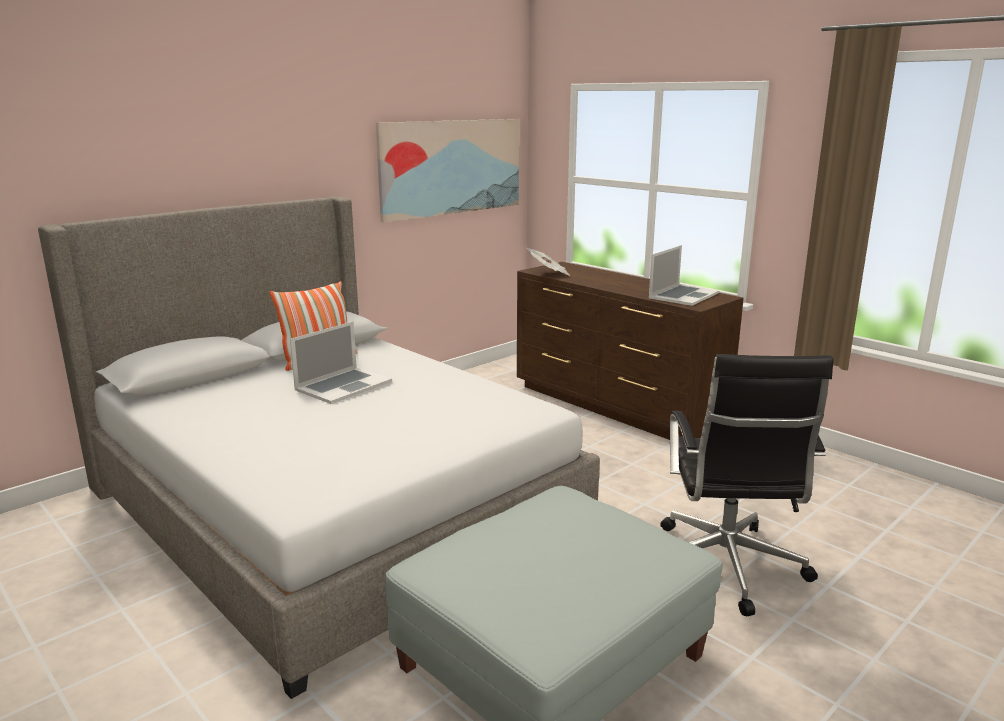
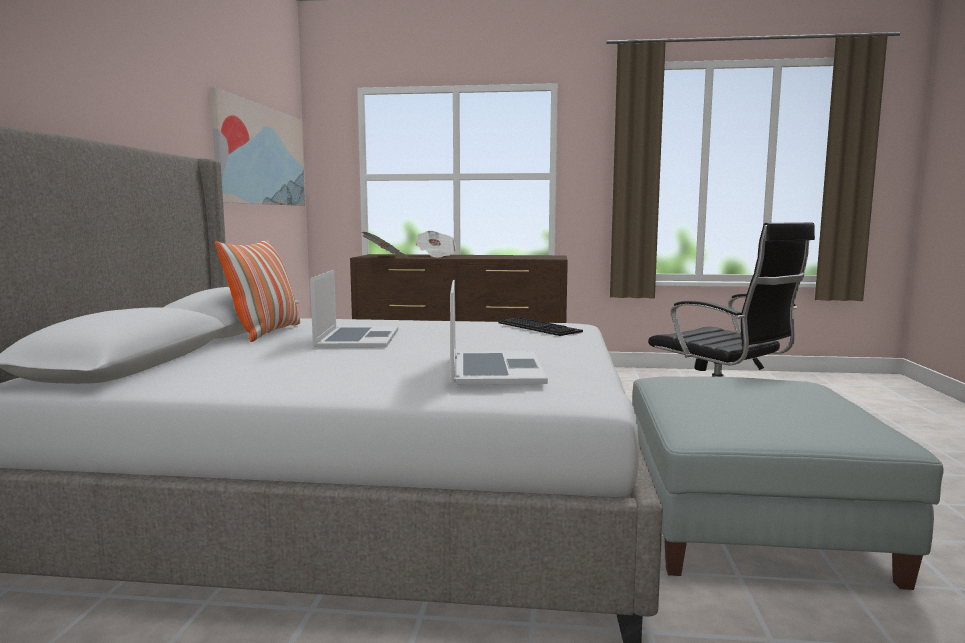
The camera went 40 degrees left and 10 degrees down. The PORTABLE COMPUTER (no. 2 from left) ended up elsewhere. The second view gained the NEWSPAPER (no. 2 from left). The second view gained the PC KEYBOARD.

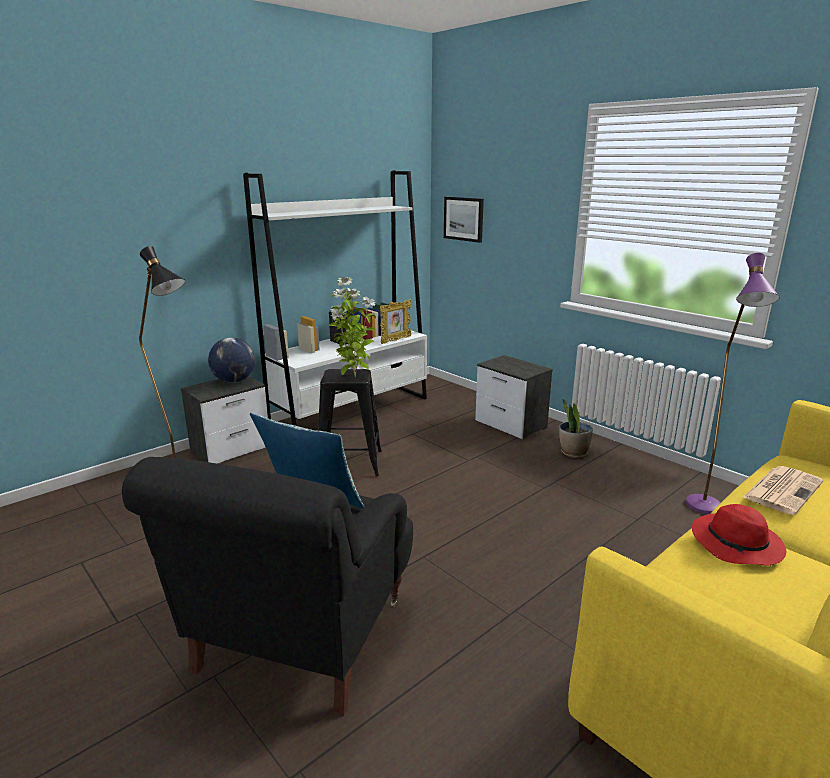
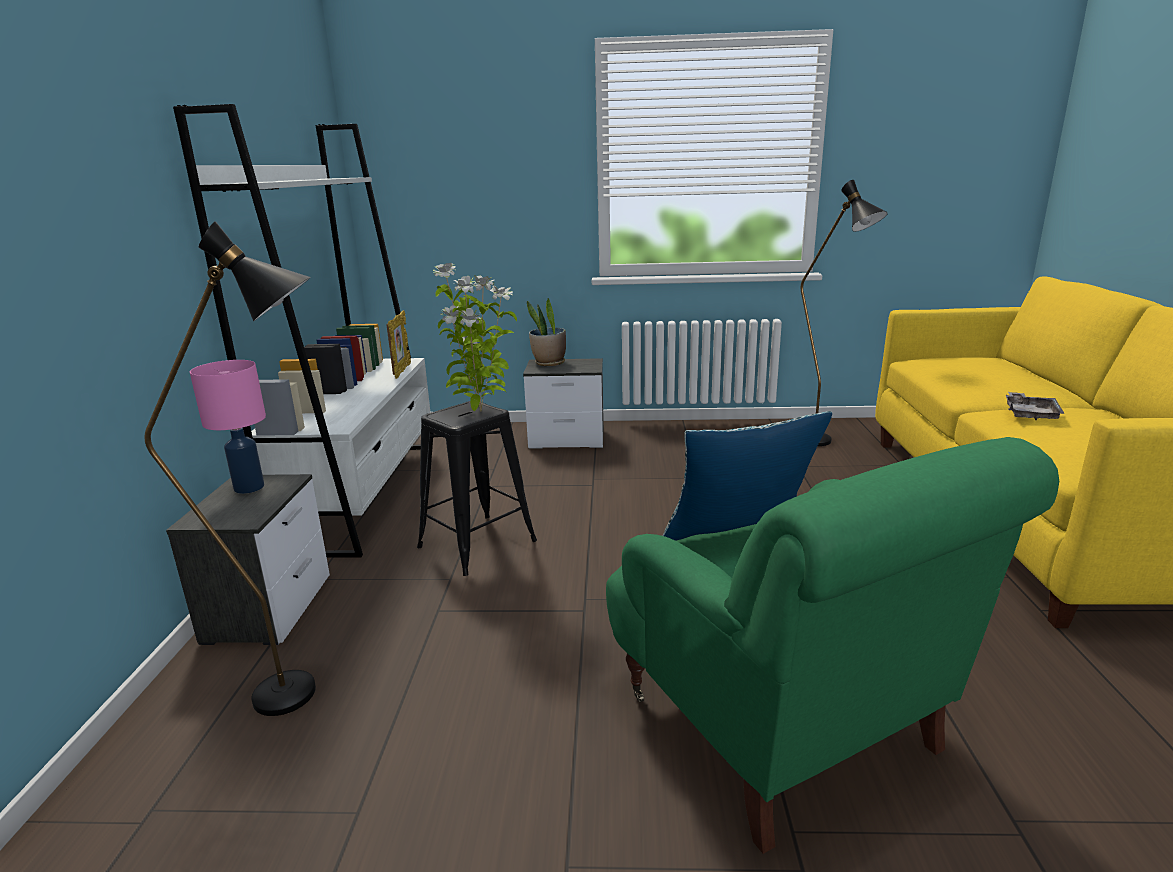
The camera went 45 degrees left and 0 degrees up. The second view lost the WALL PICTURE. What was the PURPLISH STANDARD LAMP turned into the BLACK STANDARD LAMP (no. 2 from left). Where the WORLD GLOBE stood, the PINK-COLOURED TABLE LAMP came to stand. The PLANT IN A POT (no. 2 from left) ended up elsewhere. What was the BLACK EASY CHAIR turned into the GREENISH EASY CHAIR. The second view lost the NEWSPAPER. Where the RED HAT stood, the GRAY CARRYING TRAY came to stand.

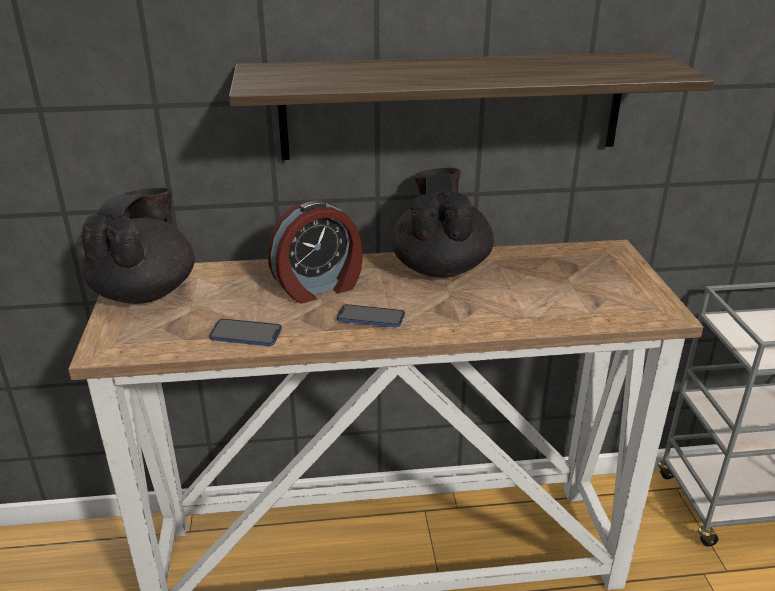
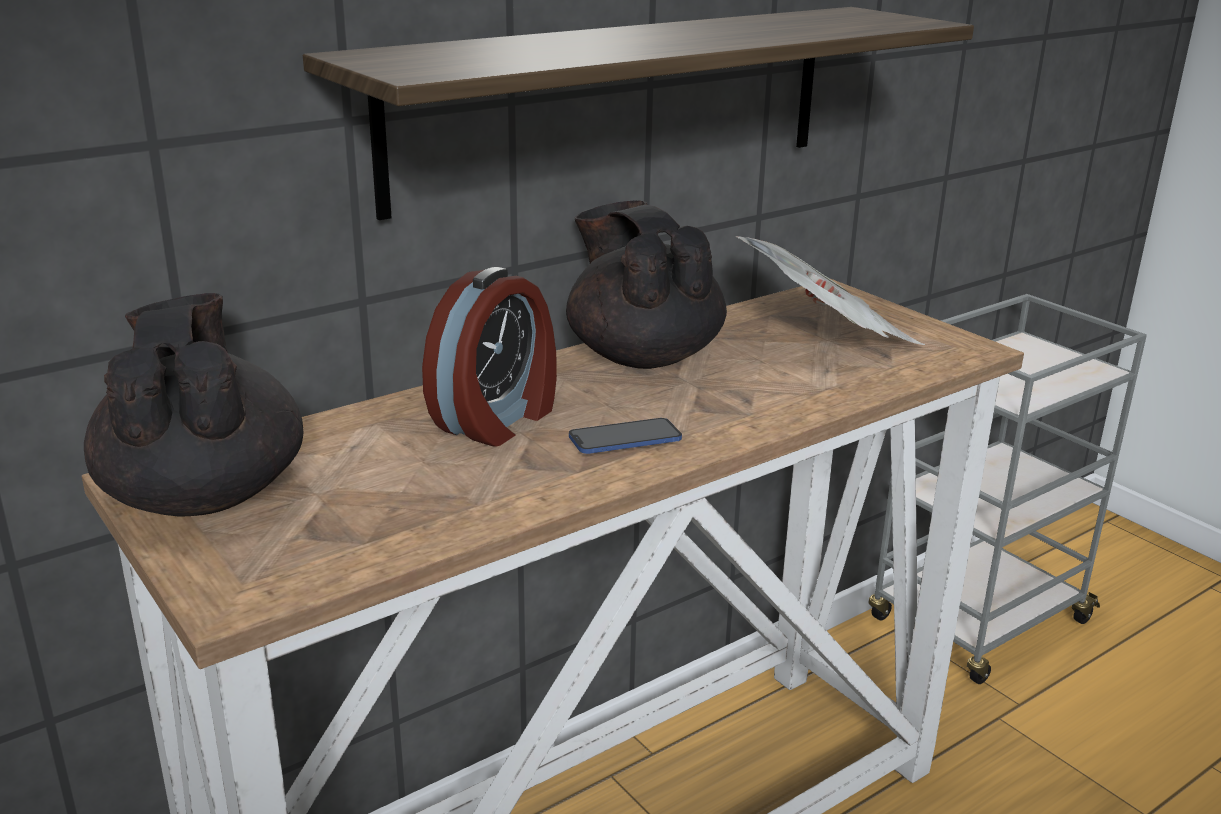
The camera went 30 degrees left and 5 degrees down. The second view lost the PHONE (no. 1 from left). The second view gained the NEWSPAPER.

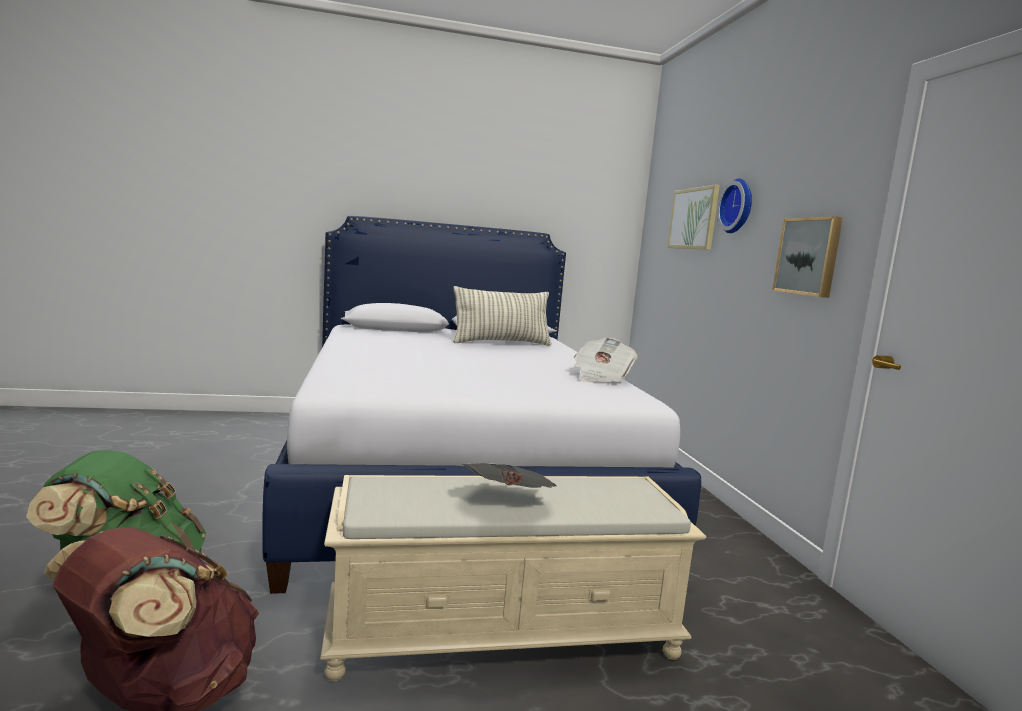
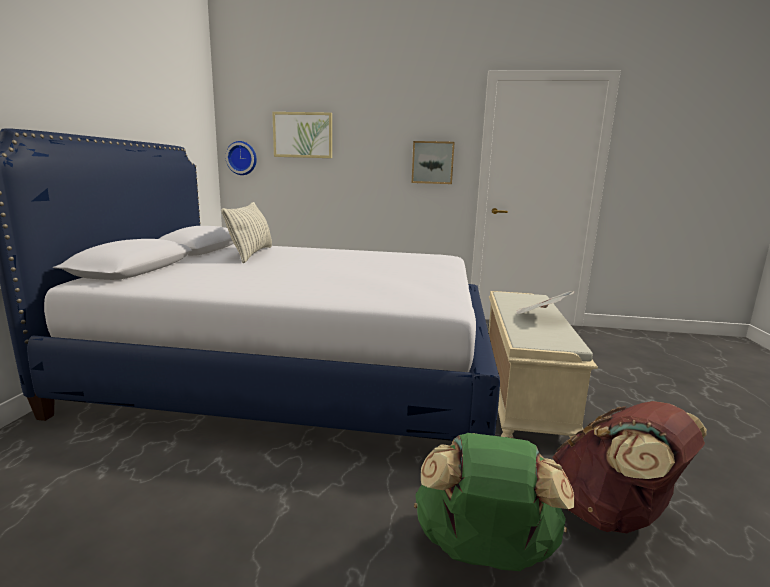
The camera went 70 degrees left and 5 degrees up. The CLOCK ON THE WALL ended up elsewhere. The second view lost the NEWSPAPER (no. 2 from left).

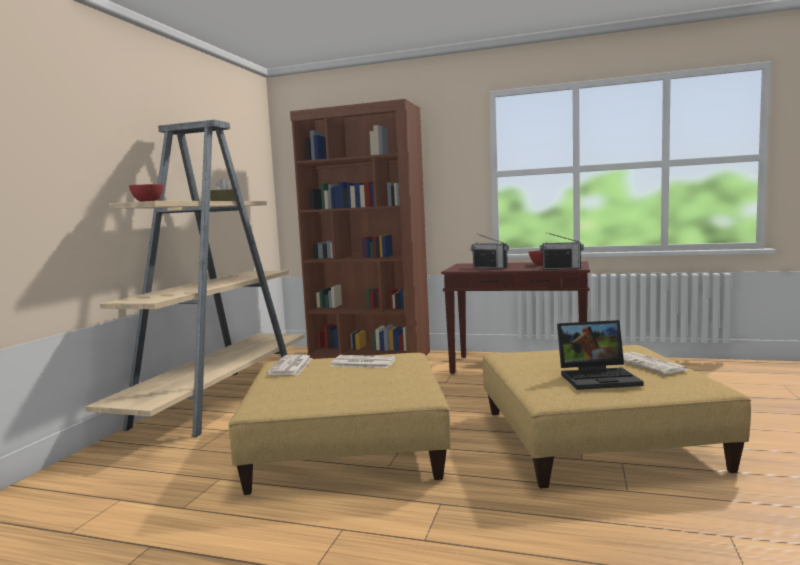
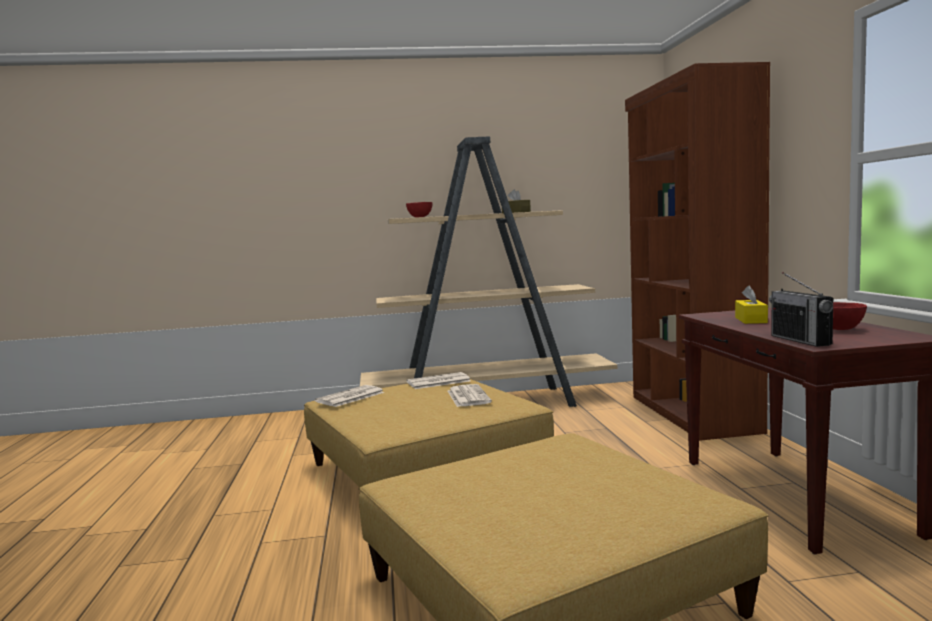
The camera went 65 degrees right and 0 degrees up. Where the RADIO RECEIVER (no. 1 from left) stood, the YELLOWISH TISSUE HOLDER came to stand. The second view lost the PORTABLE COMPUTER. The NEWSPAPER (no. 3 from left in the first image) ended up elsewhere.

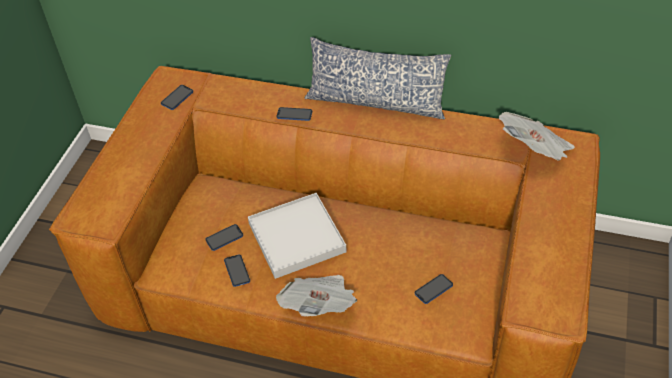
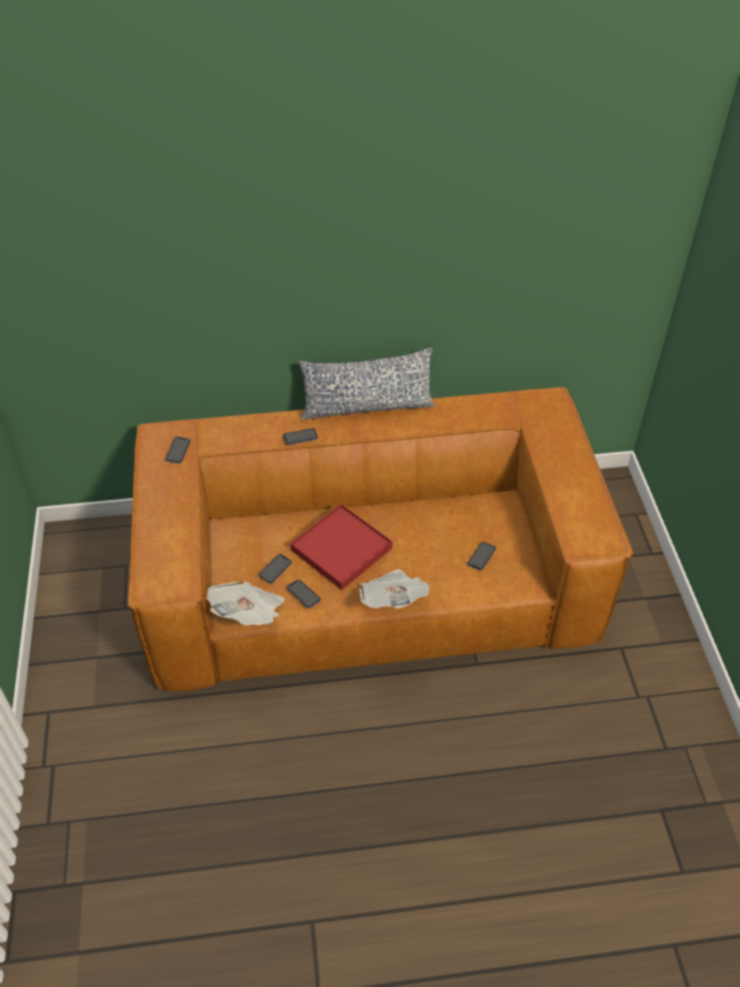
The camera went 25 degrees left and 0 degrees up. The NEWSPAPER (no. 2 from left in the first image) ended up elsewhere. What was the WHITISH CARRYING TRAY turned into the RED CARRYING TRAY.

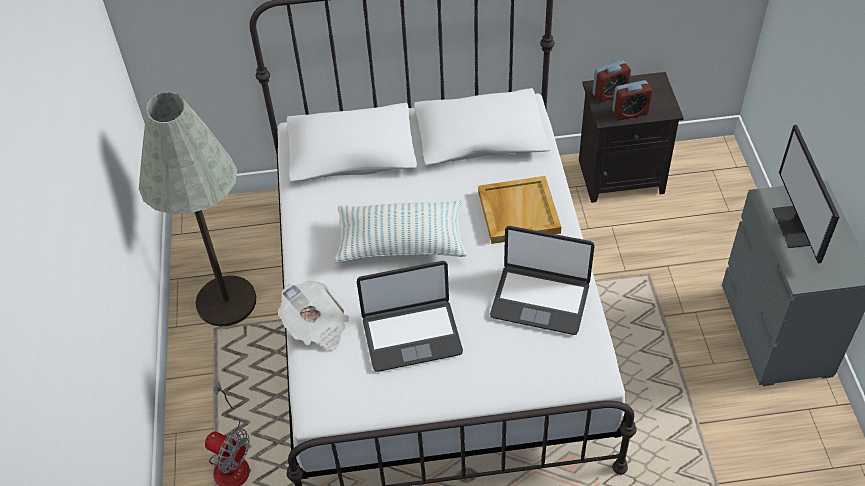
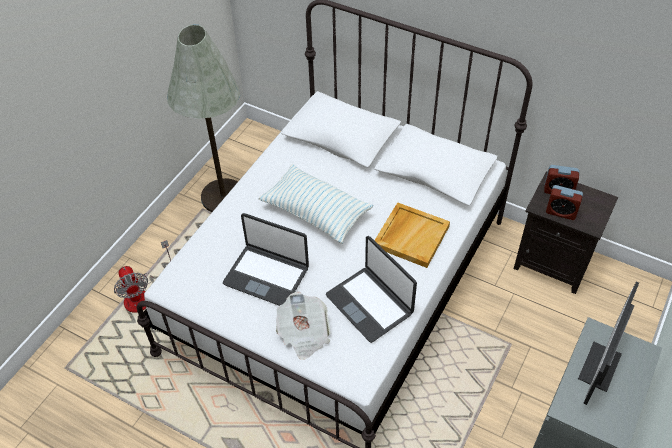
The camera went 35 degrees right and 0 degrees up. The NEWSPAPER ended up elsewhere.

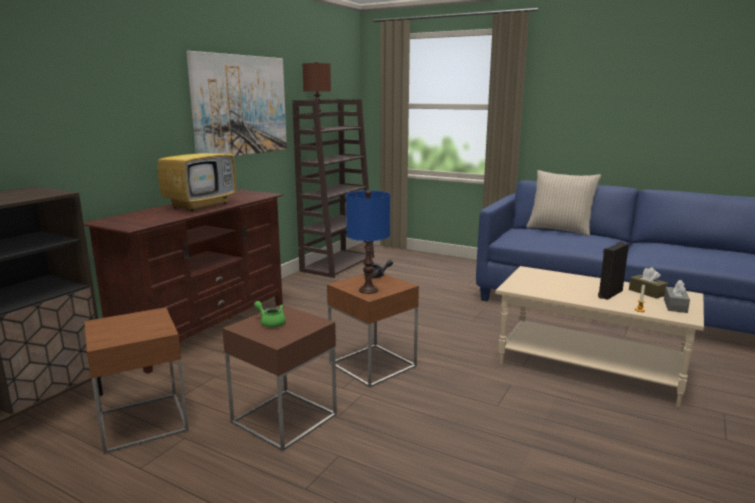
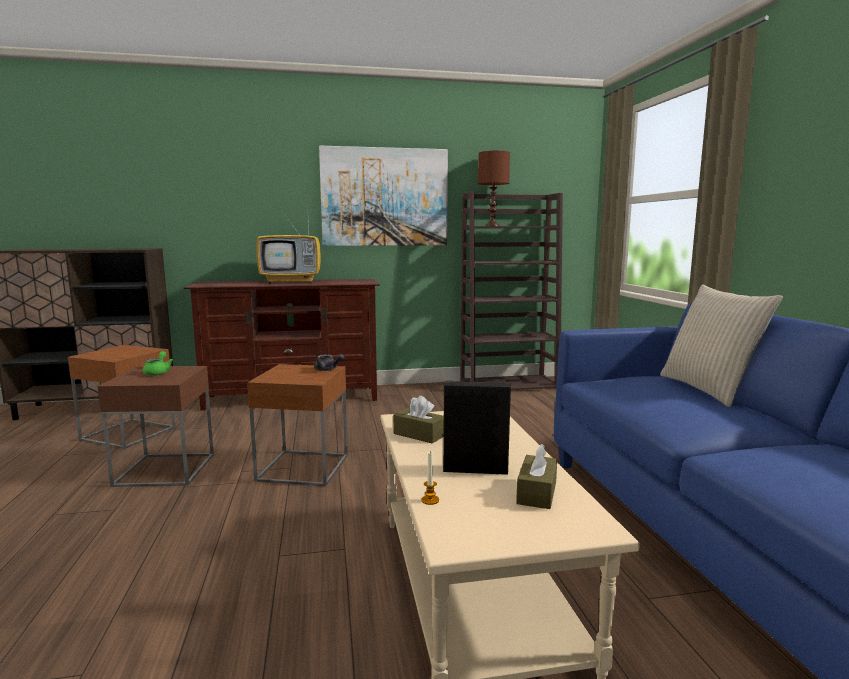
The camera went 50 degrees right and 5 degrees down. The second view lost the BLUE-COLOURED TABLE LAMP. The second view lost the GRAY TISSUE HOLDER. The second view gained the BROWN-COLOURED TISSUE HOLDER (no. 1 from left).

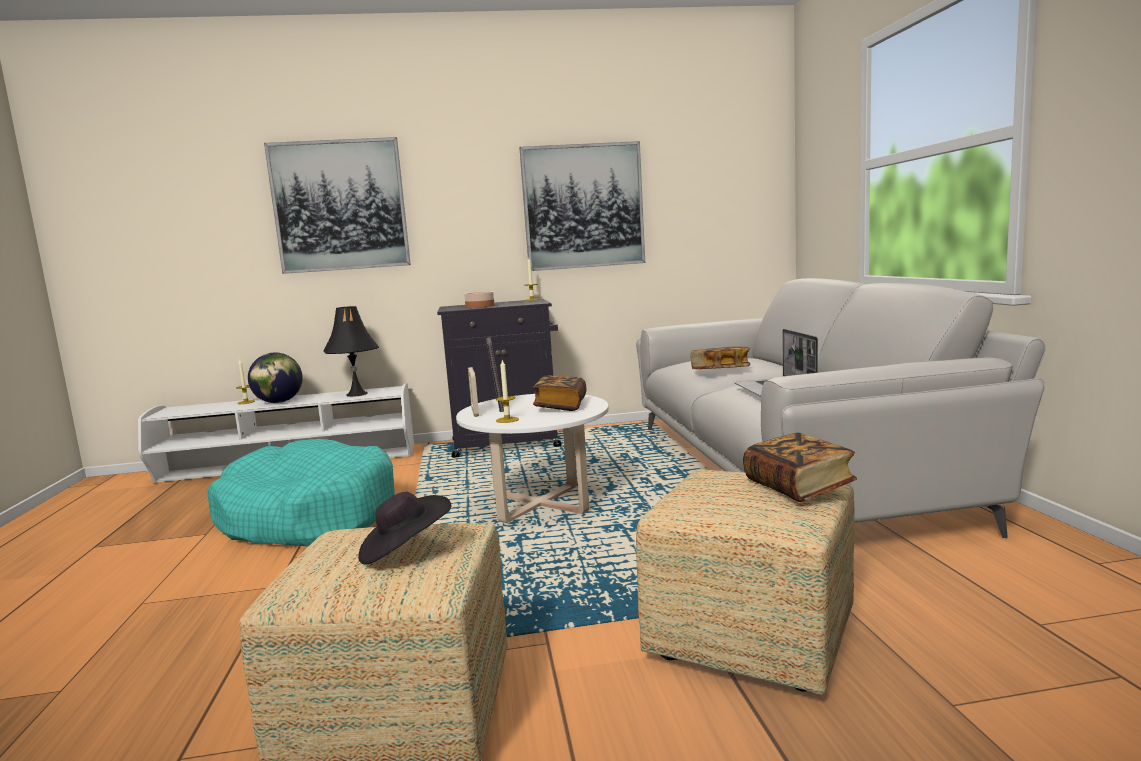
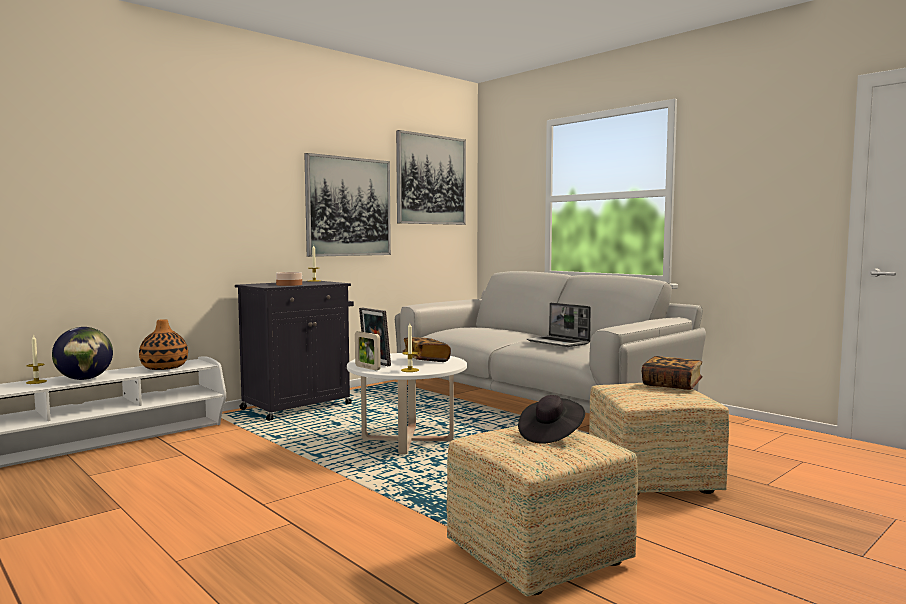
The camera went 35 degrees left and 5 degrees down. The WALL PICTURE (no. 1 from left in the first image) ended up elsewhere. Where the BLACK TABLE LAMP stood, the FLOWER VASE came to stand. The second view lost the BOUND BOOK (no. 2 from left). The second view lost the BLUE-GREEN DOG BED.

